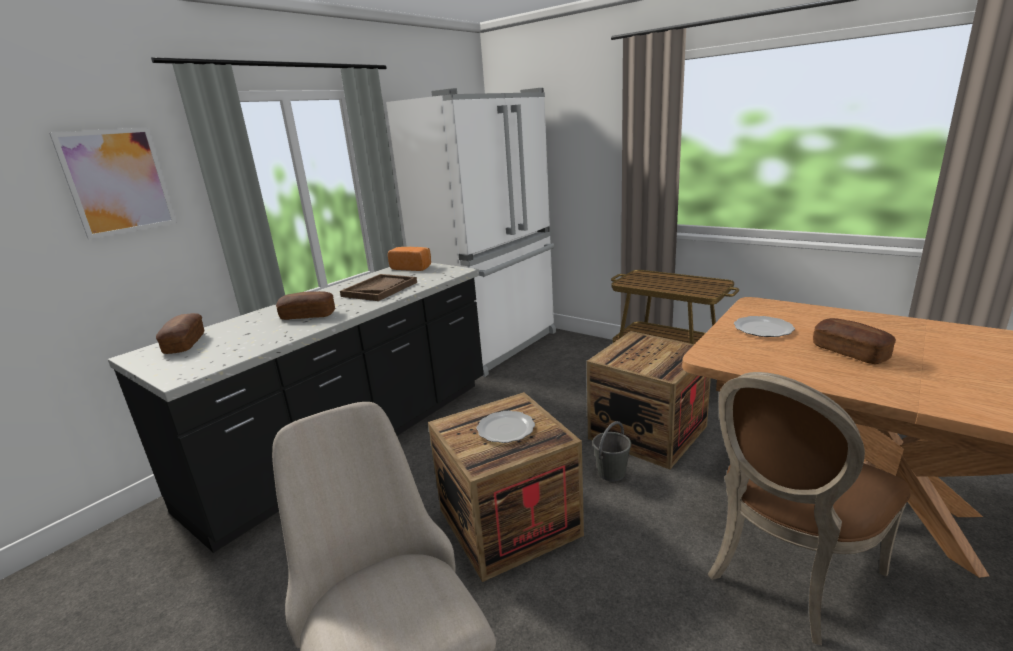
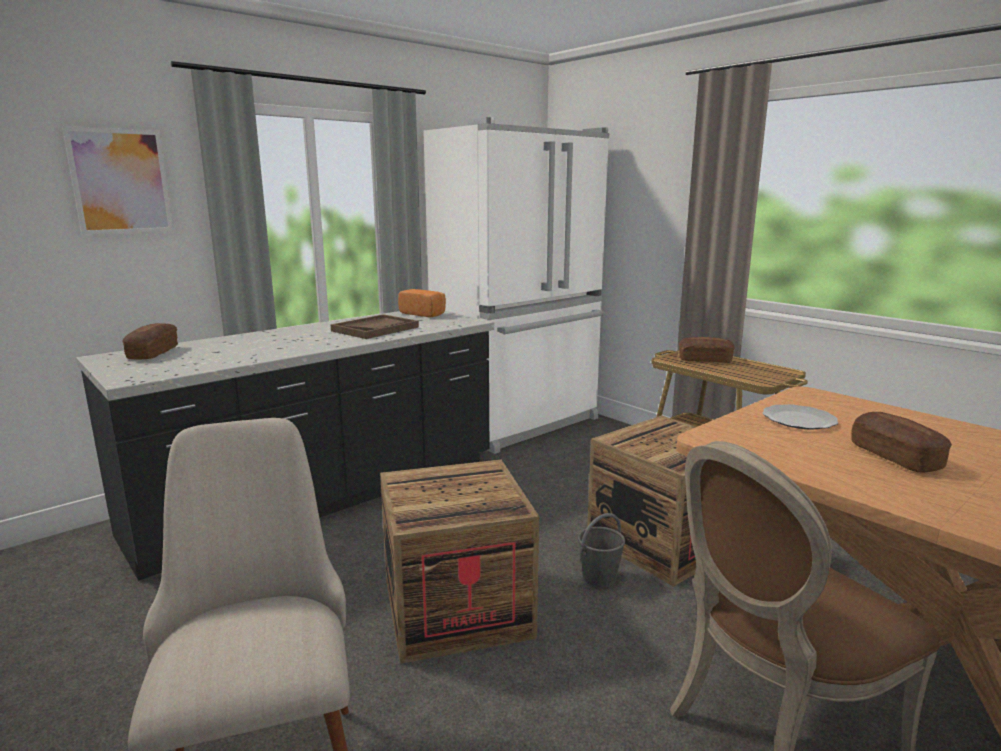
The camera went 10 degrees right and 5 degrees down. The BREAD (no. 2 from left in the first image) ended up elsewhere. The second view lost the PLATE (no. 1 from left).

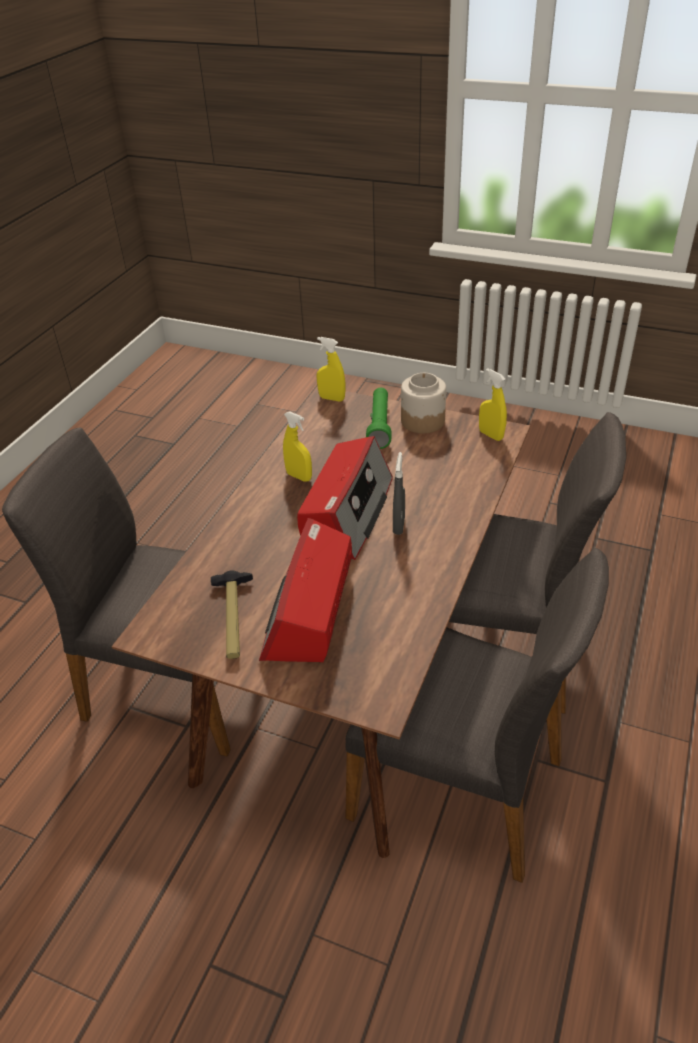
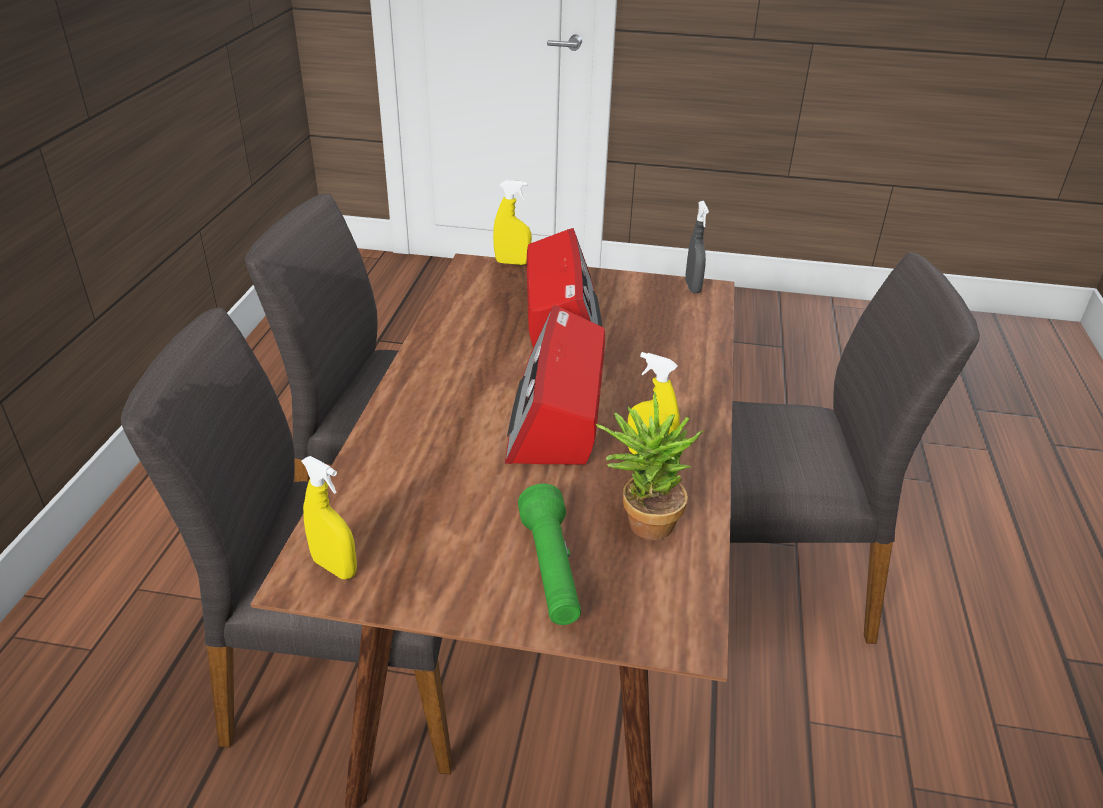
The camera went 165 degrees right and 5 degrees down. The YELLOWISH SPRAY BOTTLE (no. 2 from left) ended up elsewhere. The second view lost the JAR. The GRAY SPRAY BOTTLE ended up elsewhere. The second view lost the TOOL HAMMER. The second view gained the PLANT IN A POT.

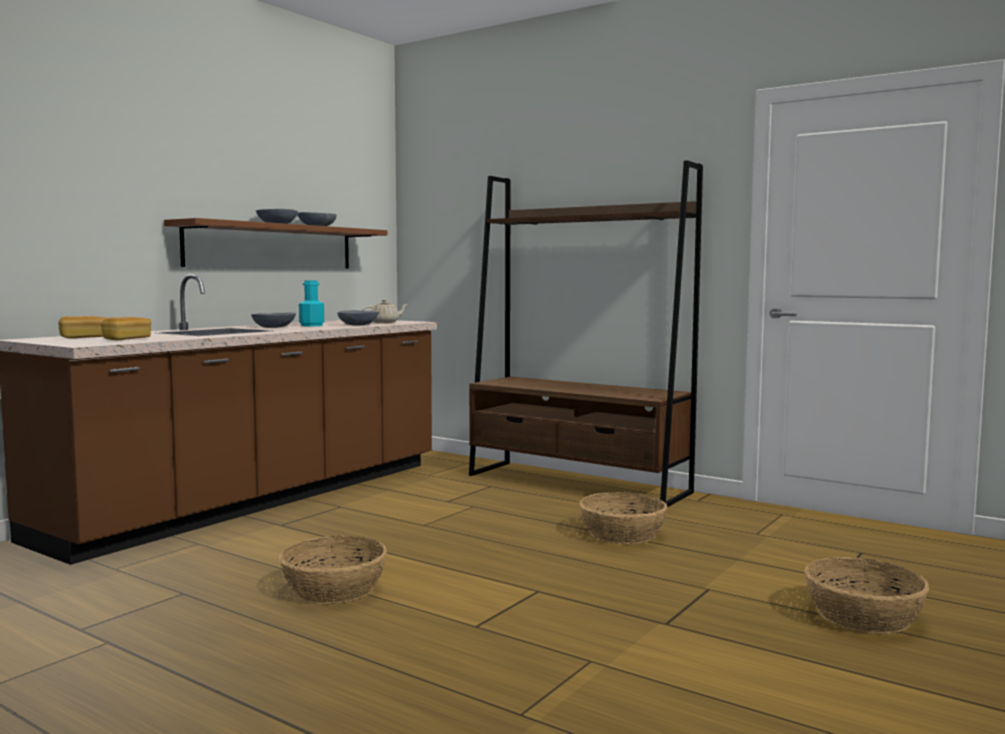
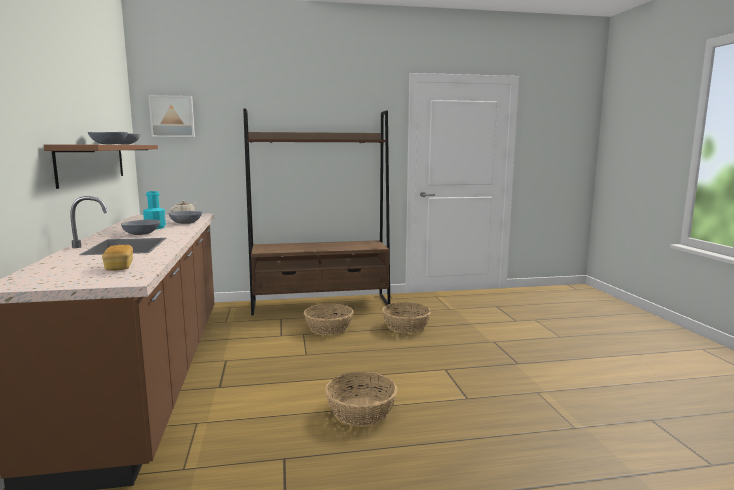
The camera went 45 degrees left and 5 degrees up. The second view lost the BREAD (no. 1 from left). The STORAGE BASKET (no. 3 from left in the first image) ended up elsewhere. The second view gained the WALL PICTURE.

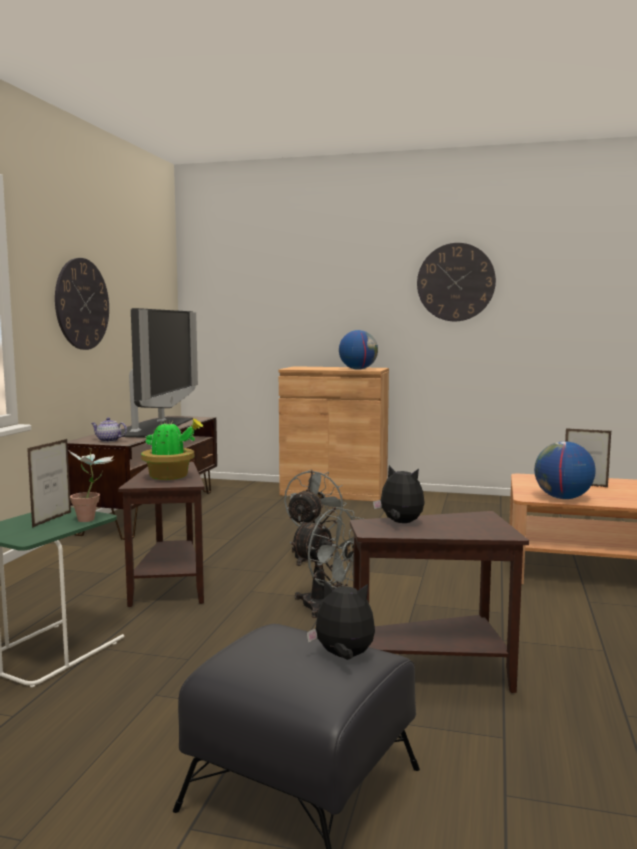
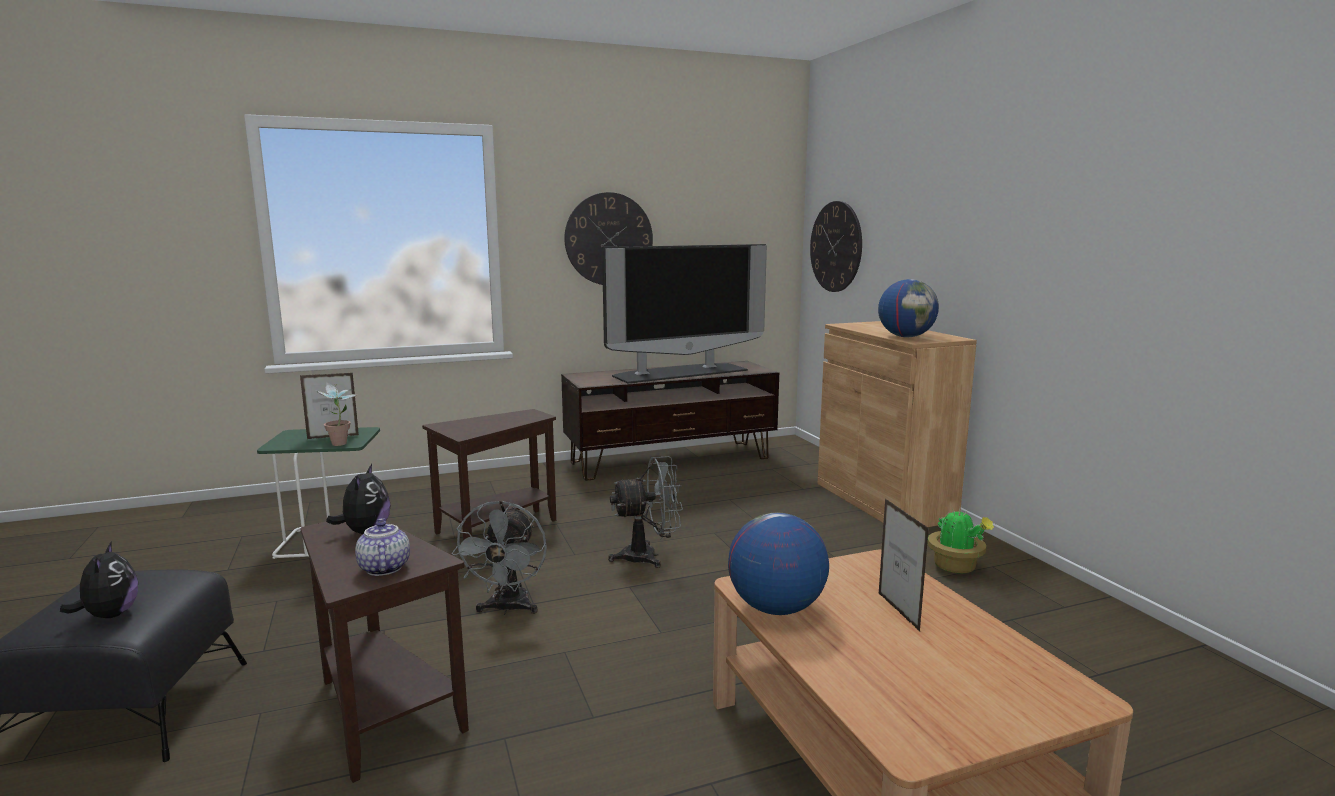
The camera went 55 degrees right and 5 degrees up. The CLOCK ON THE WALL (no. 2 from left) ended up elsewhere. The POT FOR TEA ended up elsewhere. The PLANT IN A POT (no. 2 from left) ended up elsewhere.

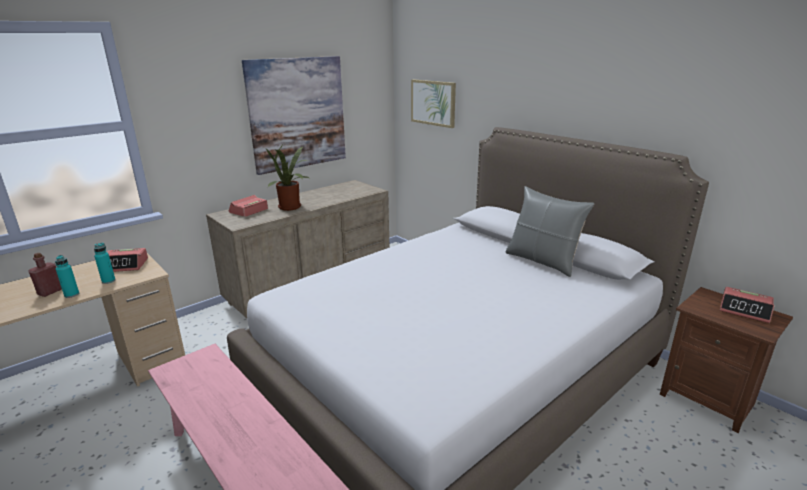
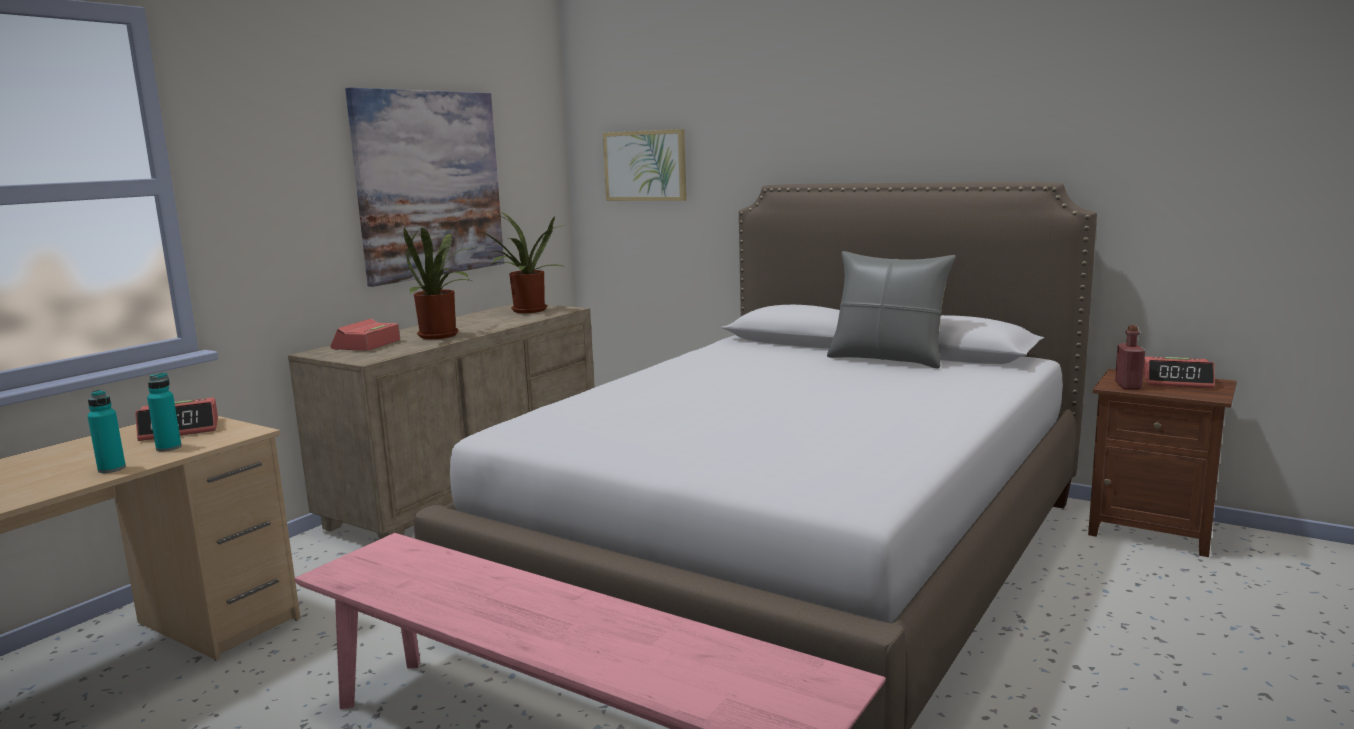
The camera went 15 degrees left and 10 degrees down. The RED BEVERAGE BOTTLE ended up elsewhere. The second view gained the PLANT IN A POT (no. 2 from left).

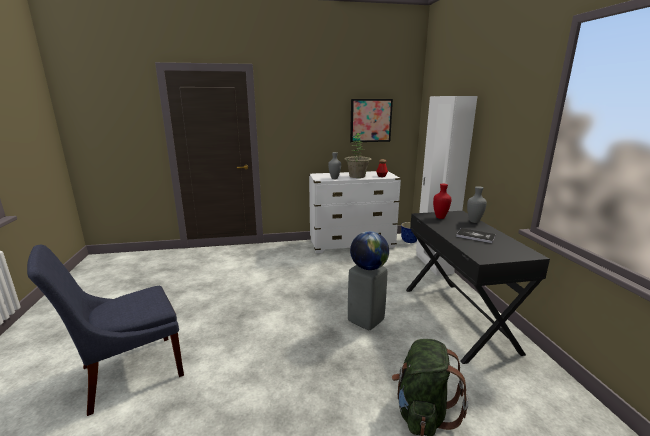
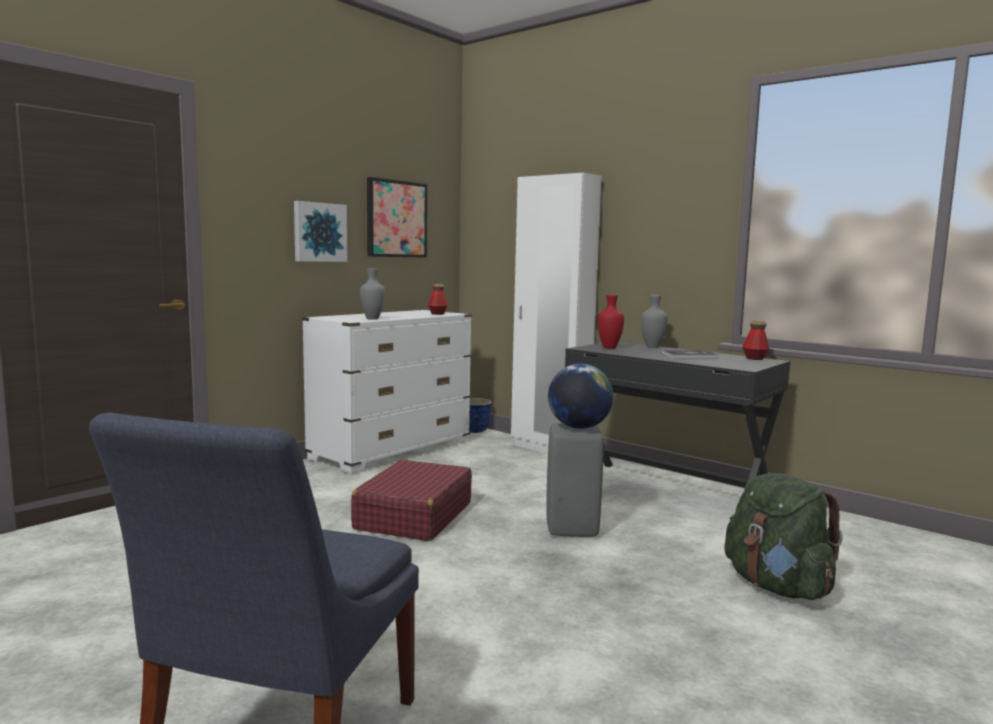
The camera went 40 degrees left and 10 degrees down. The second view lost the PLANT IN A POT. The second view gained the WALL PICTURE (no. 1 from left). The second view gained the BEVERAGE BOTTLE (no. 2 from left). The second view gained the RED TRAVEL CASE.

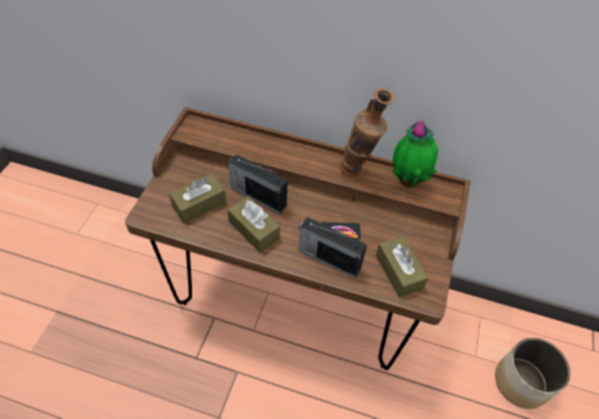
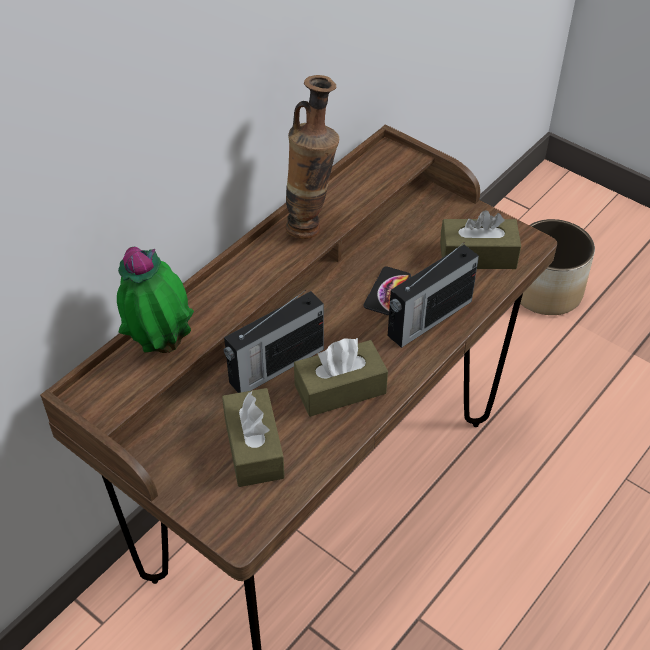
The camera went 65 degrees left and 5 degrees down. The PLANT IN A POT ended up elsewhere.

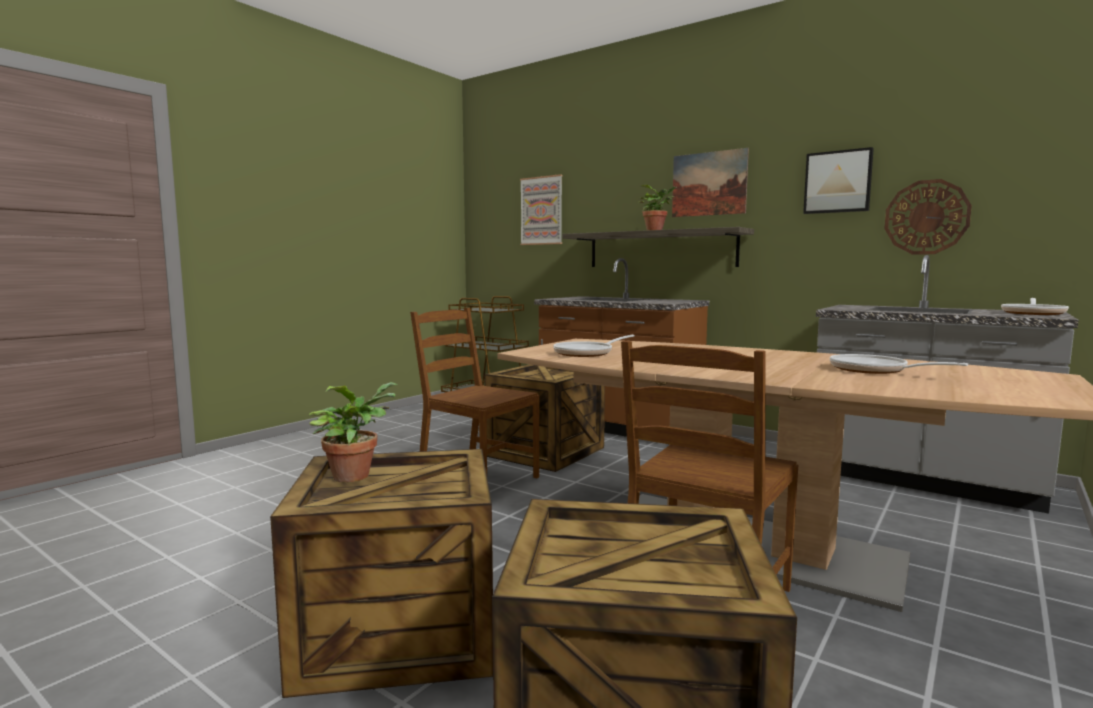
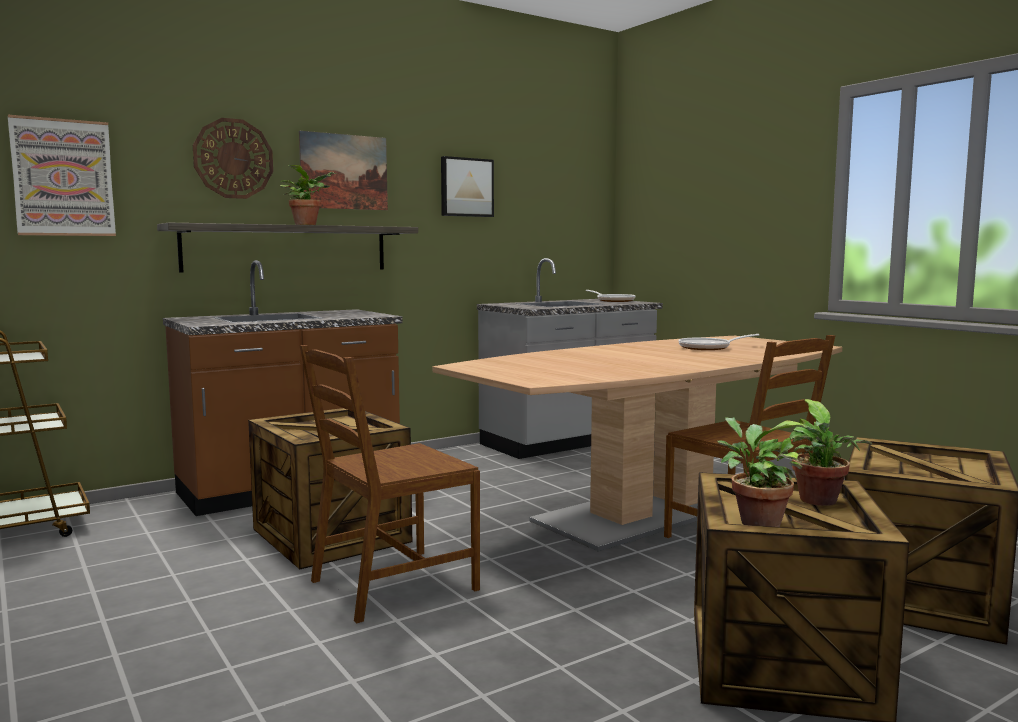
The camera went 70 degrees left and 0 degrees up. The CLOCK ON THE WALL ended up elsewhere. The second view lost the PAN (no. 1 from left). The second view gained the PLANT IN A POT (no. 3 from left).

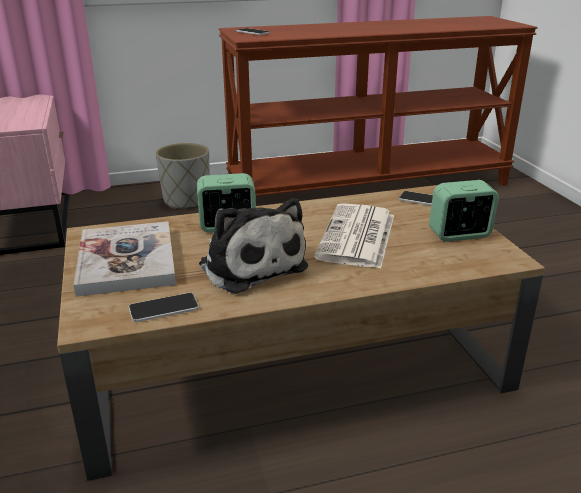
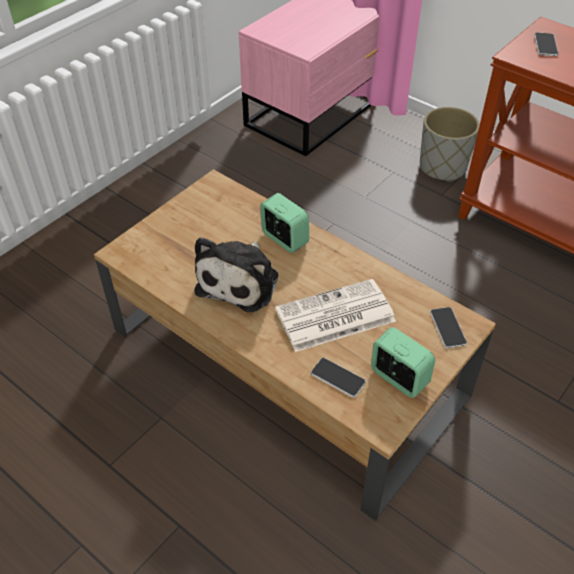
The camera went 55 degrees right and 20 degrees up. The second view lost the BOUND BOOK. The PHONE (no. 1 from left) ended up elsewhere.

